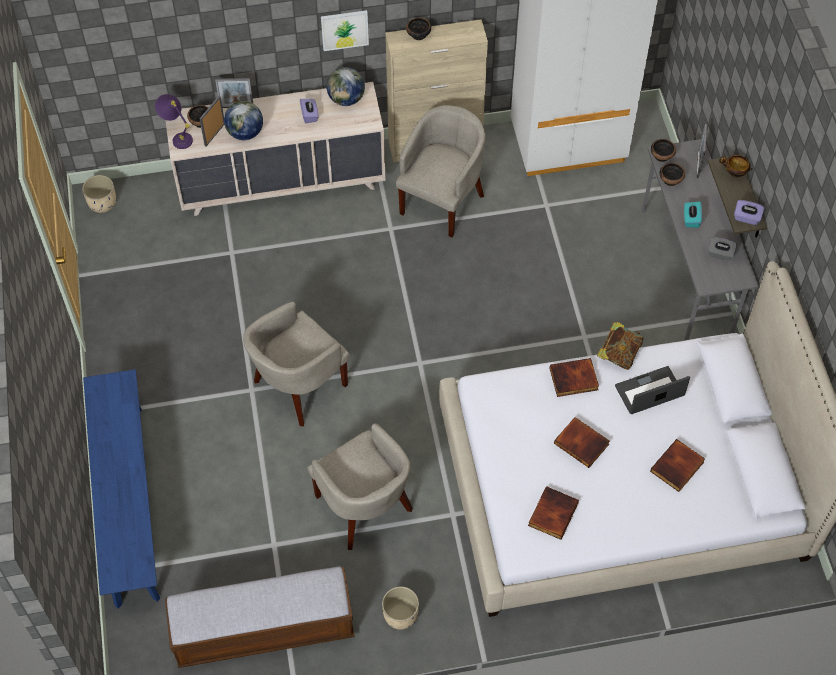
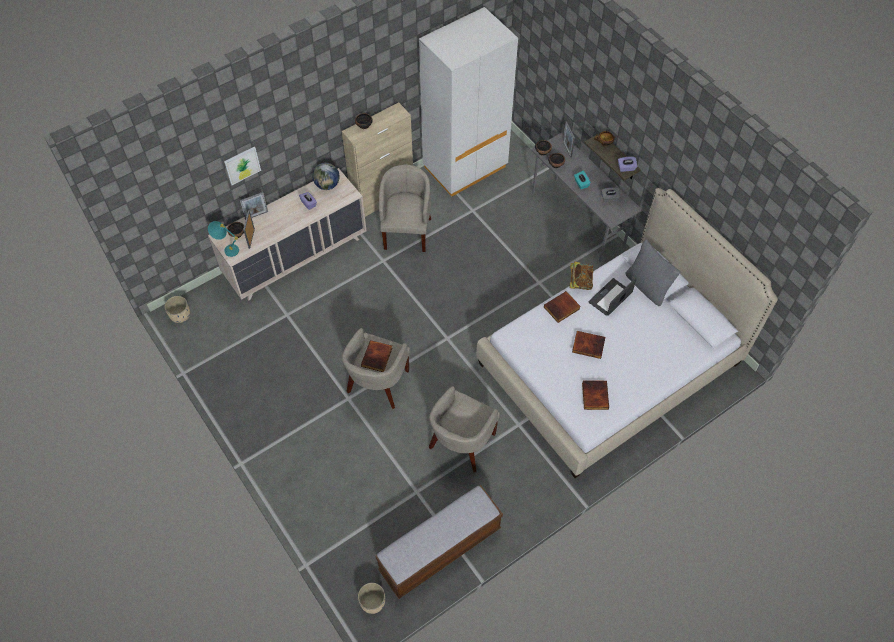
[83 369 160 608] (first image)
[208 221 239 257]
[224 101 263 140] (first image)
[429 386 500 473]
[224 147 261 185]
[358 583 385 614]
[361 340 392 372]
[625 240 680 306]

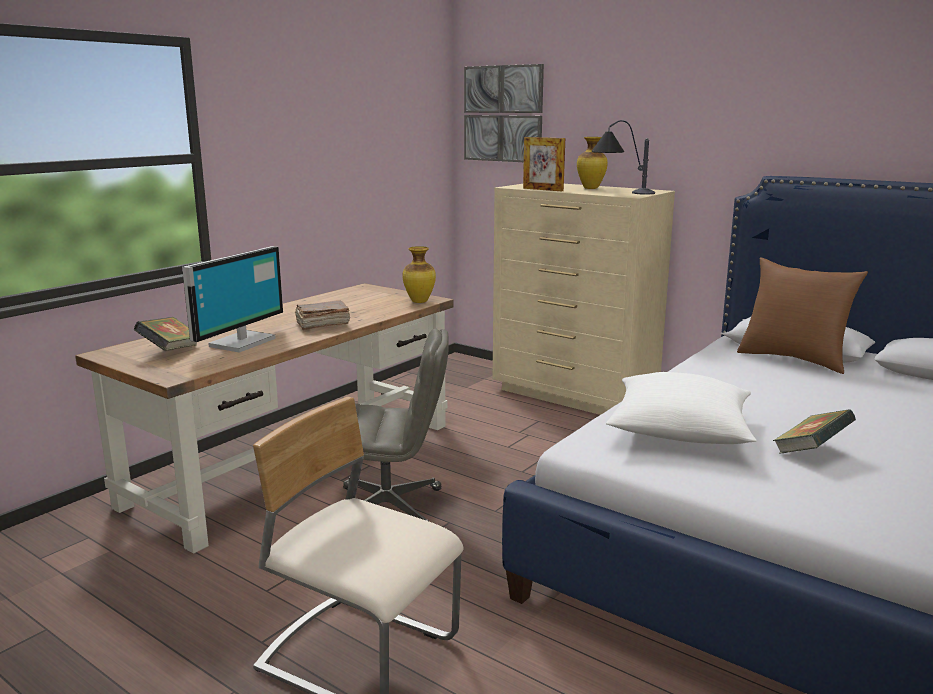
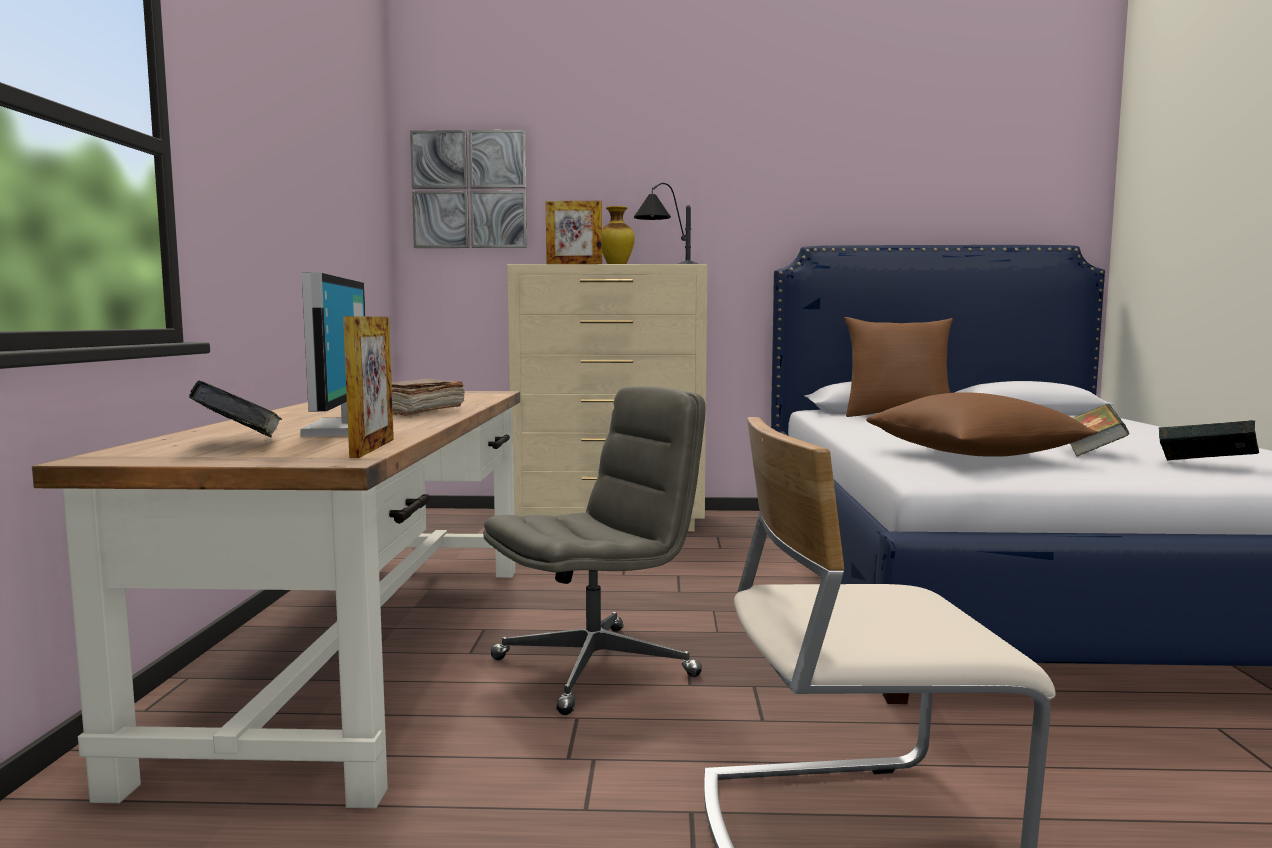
[402 246 436 303] (first image)
[866 392 1098 457]
[343 316 394 458]
[1159 420 1259 461]

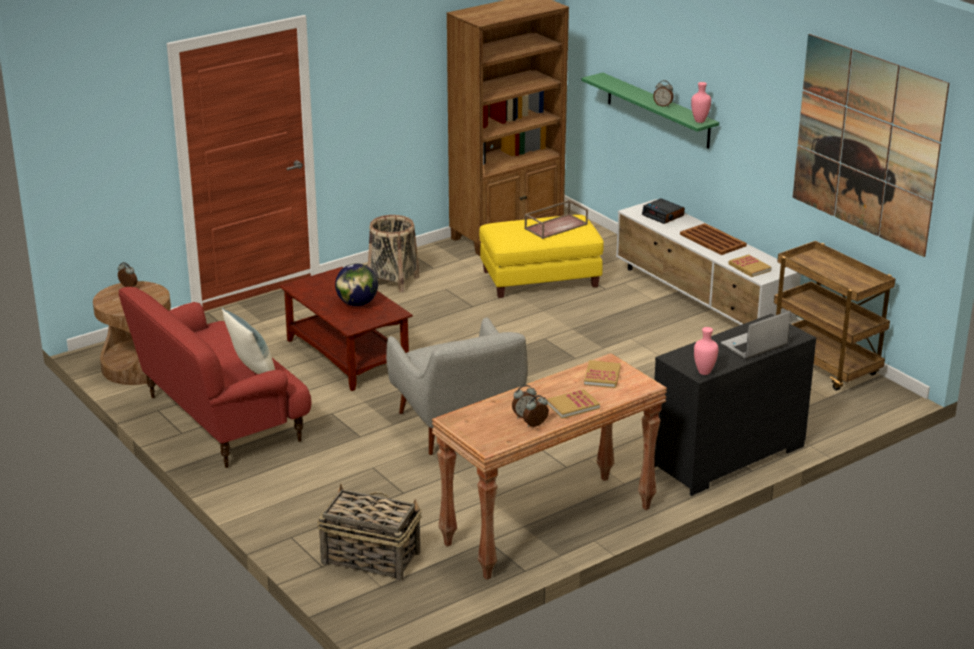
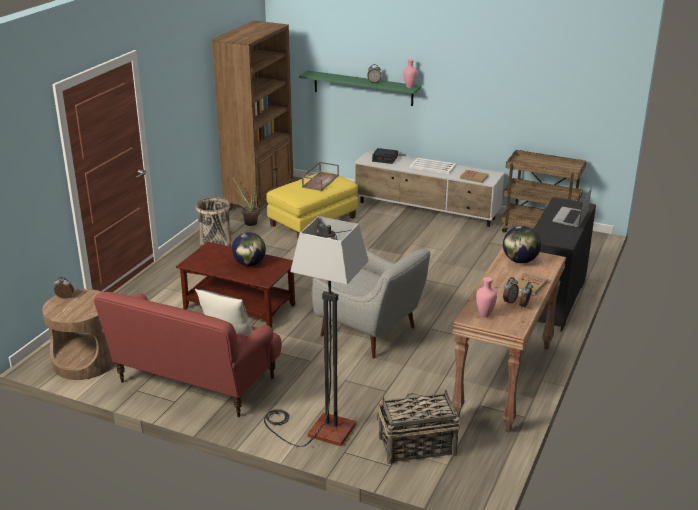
[503 226 541 263]
[409 158 456 174]
[476 277 497 317]
[793 34 949 257] (first image)
[232 177 259 226]
[264 216 369 447]

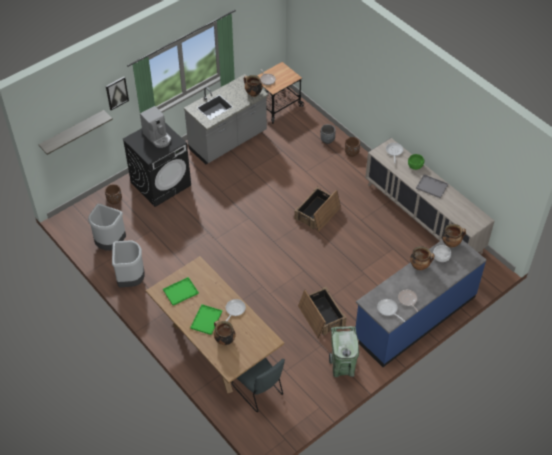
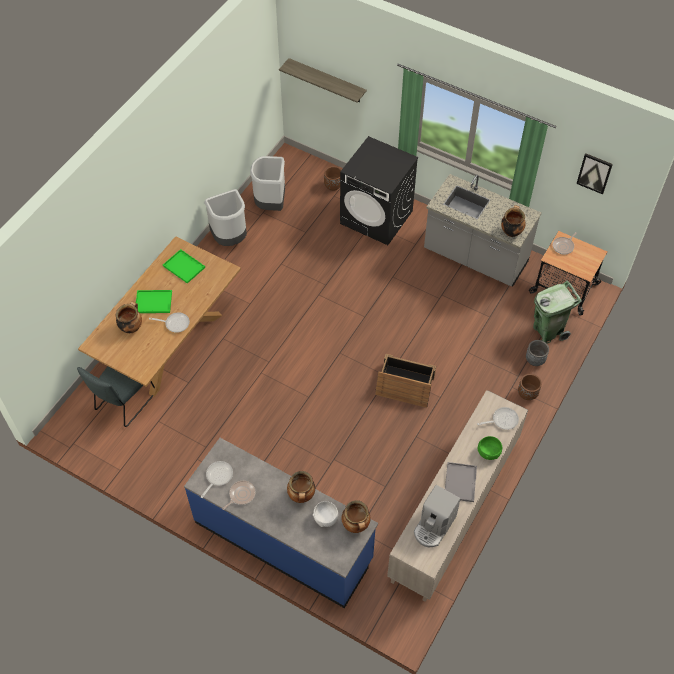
[576 153 613 194]
[414 485 461 547]
[298 287 347 338] (first image)
[533 280 582 344]

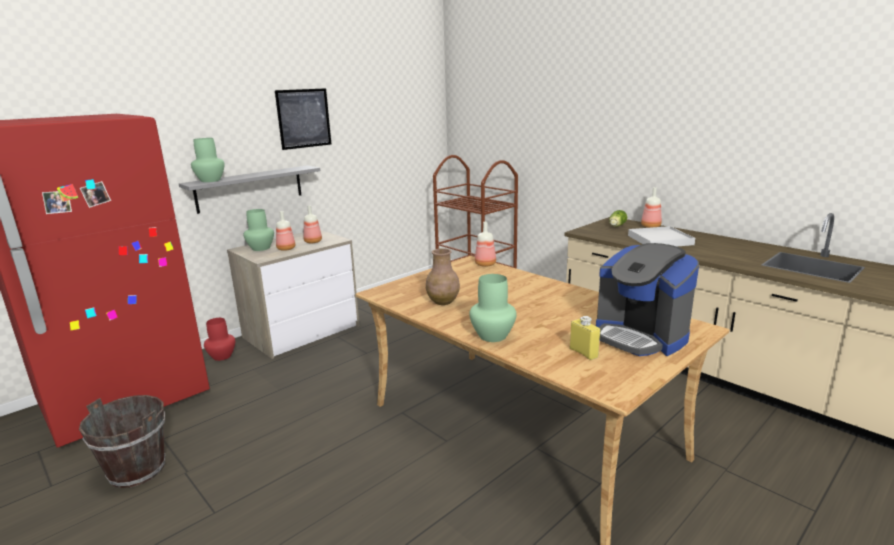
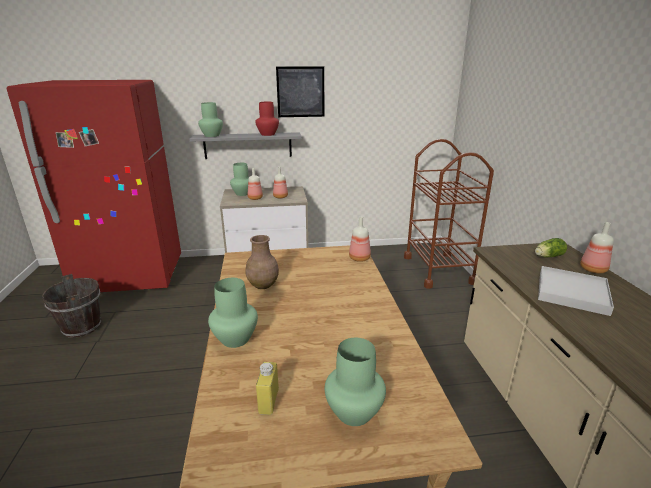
[255 102 279 136]
[325 338 386 426]

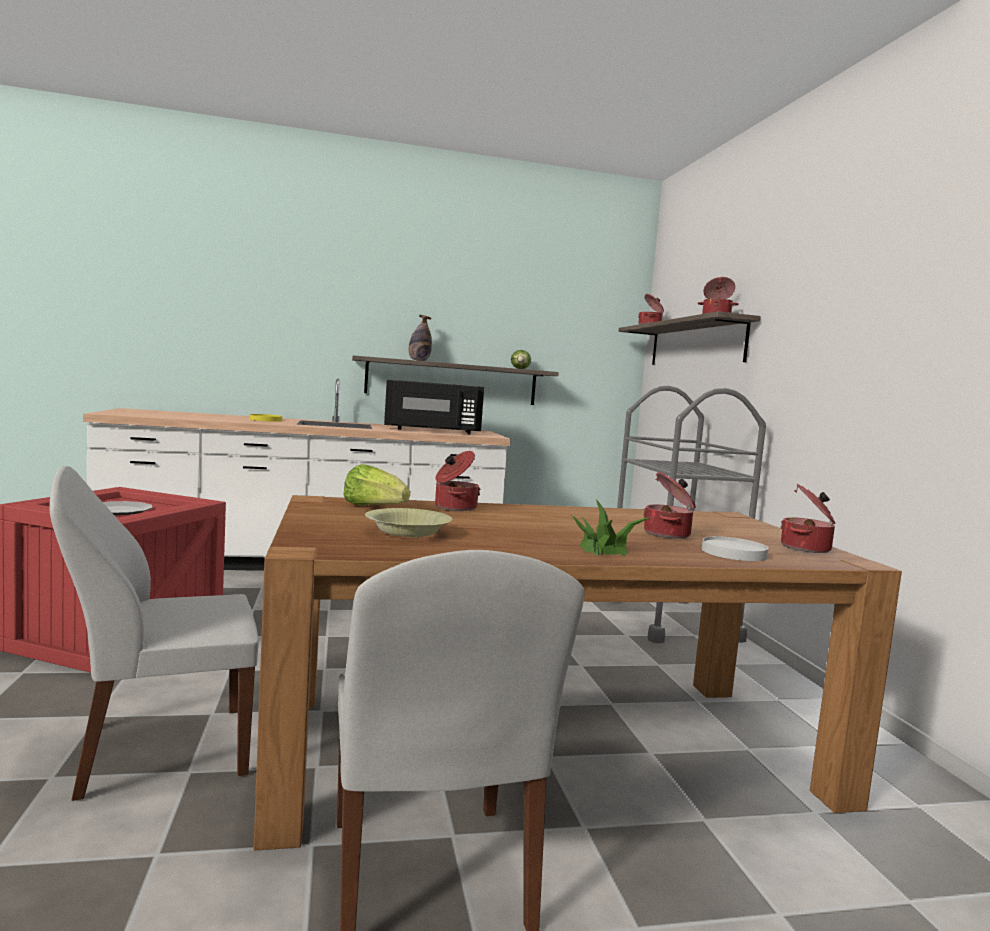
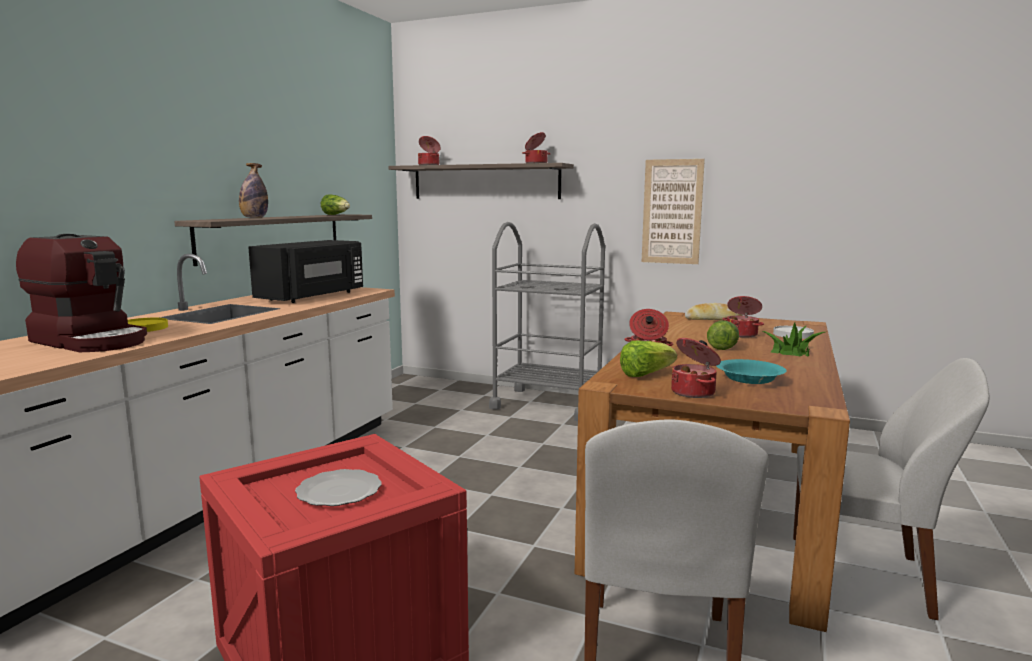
[717 359 786 384]
[671 338 721 398]
[16 234 147 352]
[642 159 705 264]
[685 303 743 321]
[707 320 739 350]

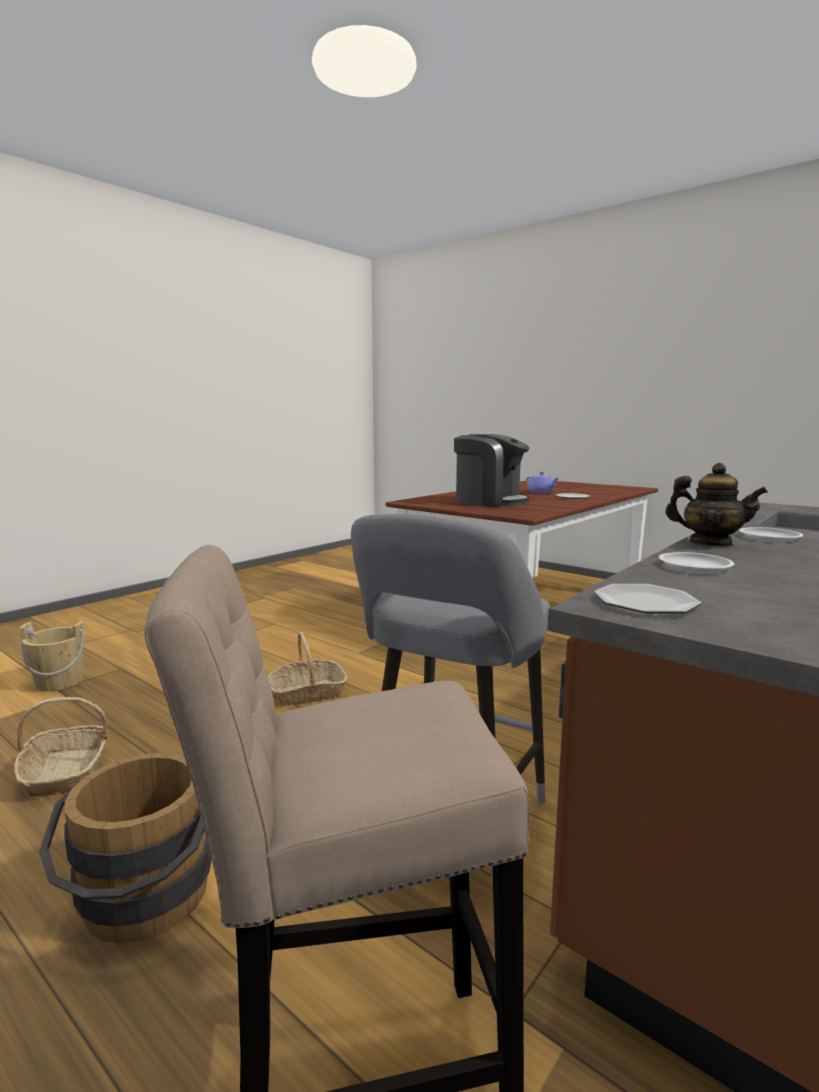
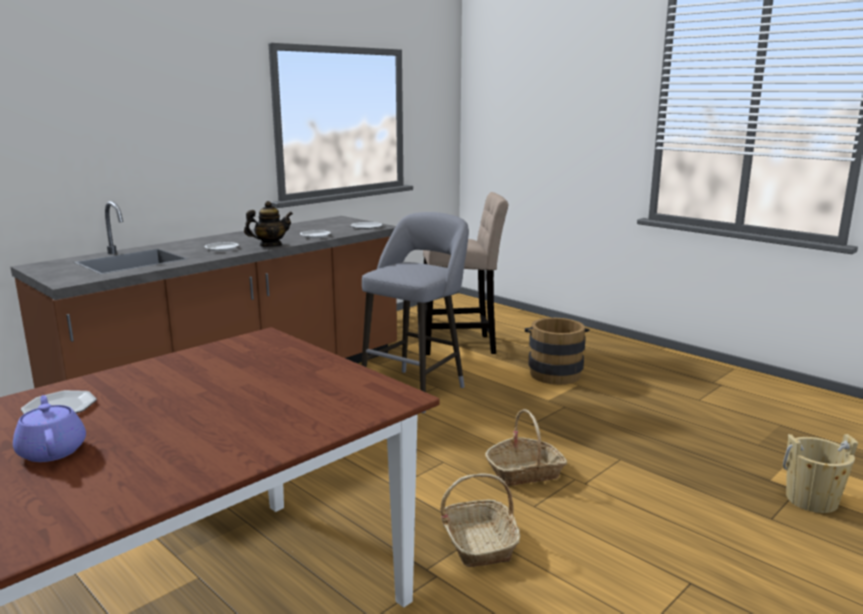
[440 473 520 567]
[454 434 530 507] (first image)
[244 201 293 247]

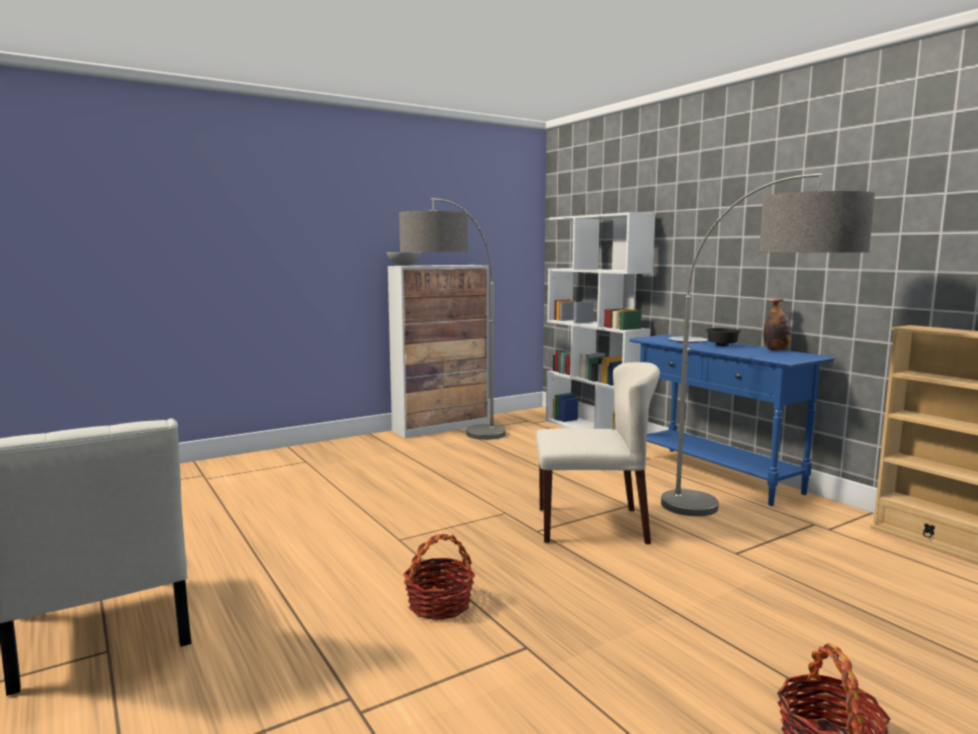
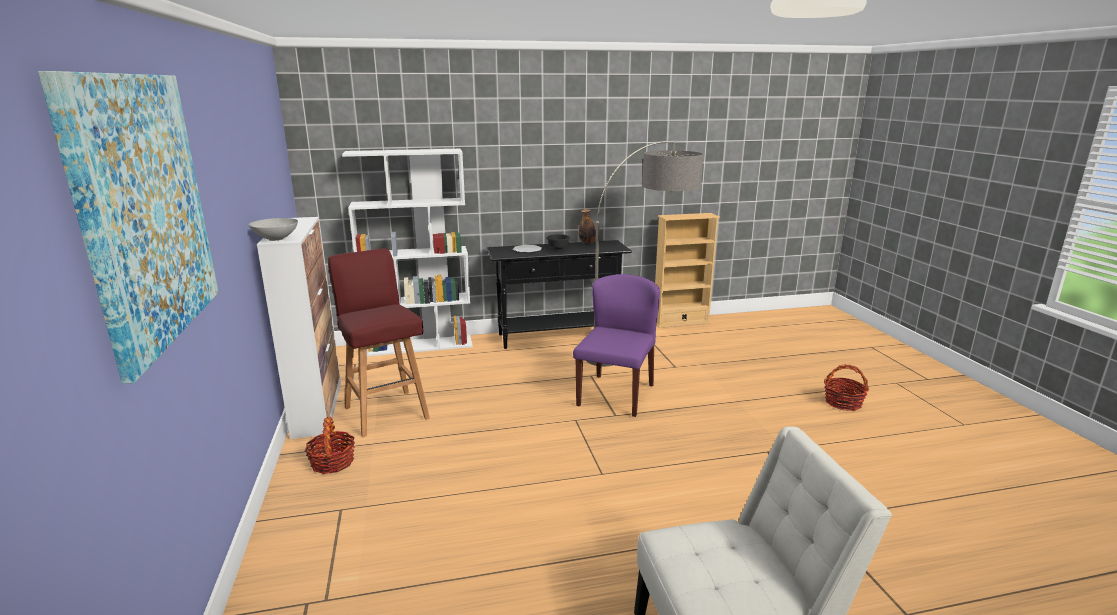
[328 249 430 437]
[305 416 355 474]
[573 274 660 417]
[486 240 632 349]
[38 71 219 384]

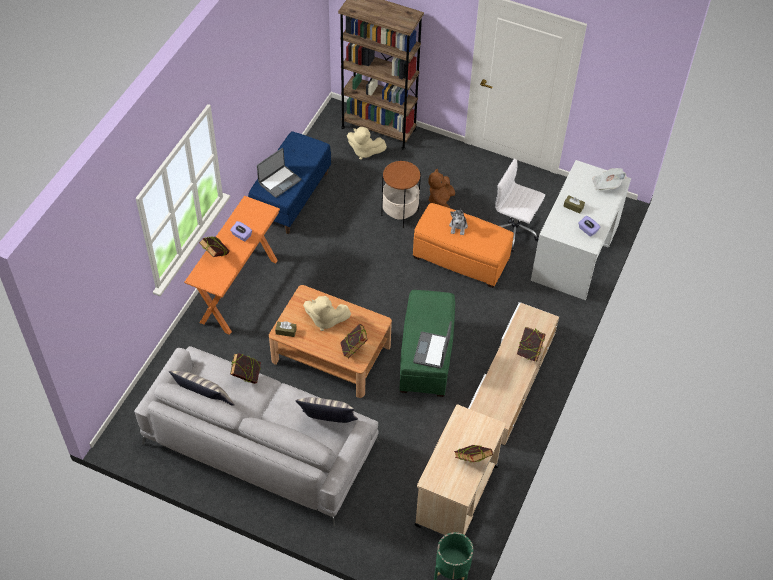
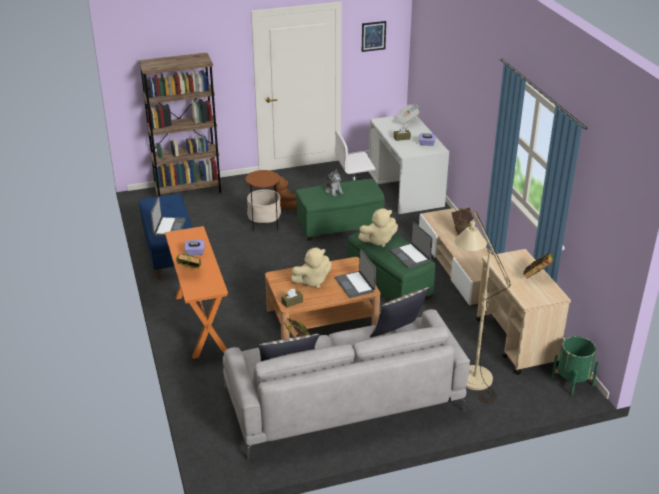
[335 249 376 298]
[358 208 398 247]
[296 179 385 241]
[362 21 386 52]
[454 211 511 403]

